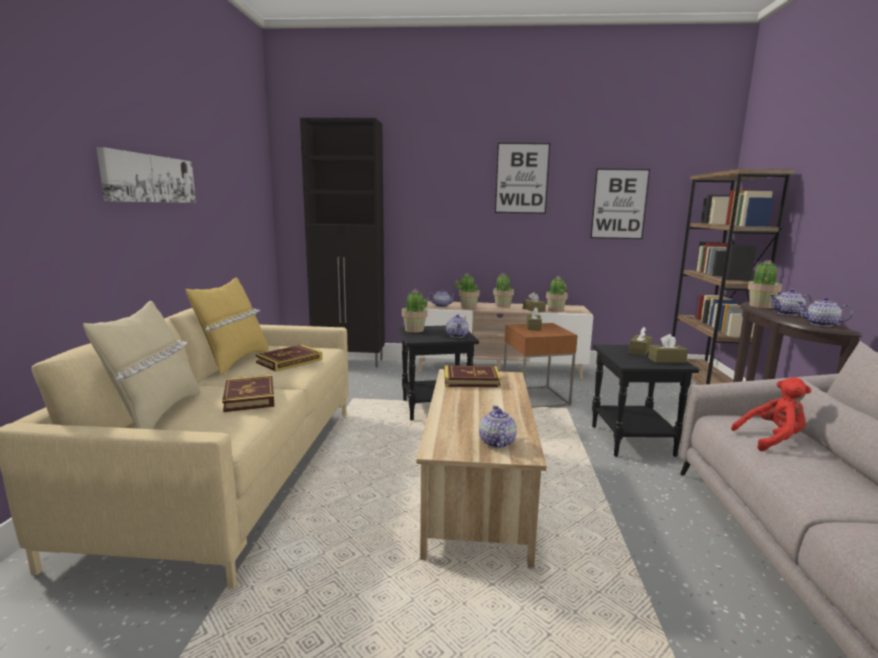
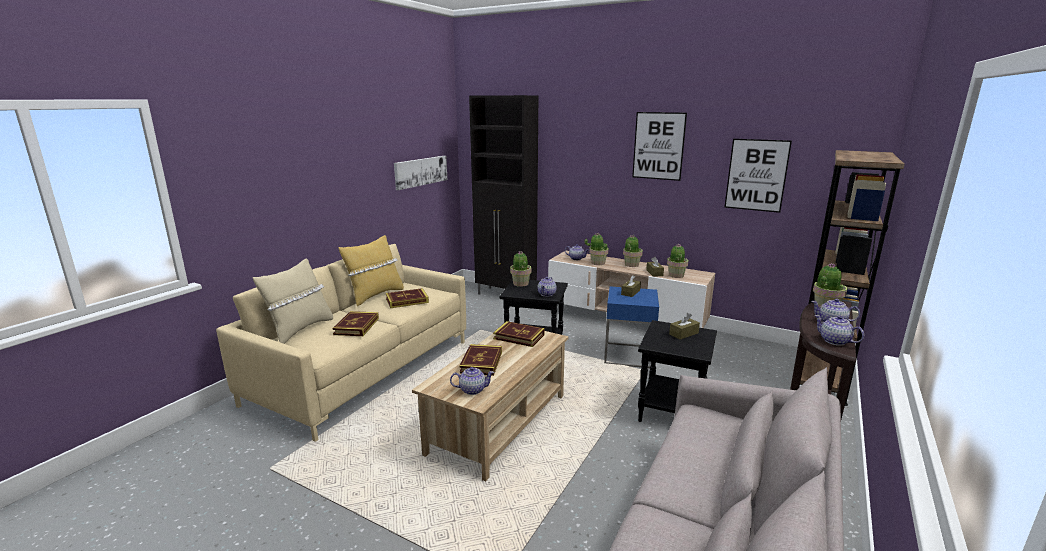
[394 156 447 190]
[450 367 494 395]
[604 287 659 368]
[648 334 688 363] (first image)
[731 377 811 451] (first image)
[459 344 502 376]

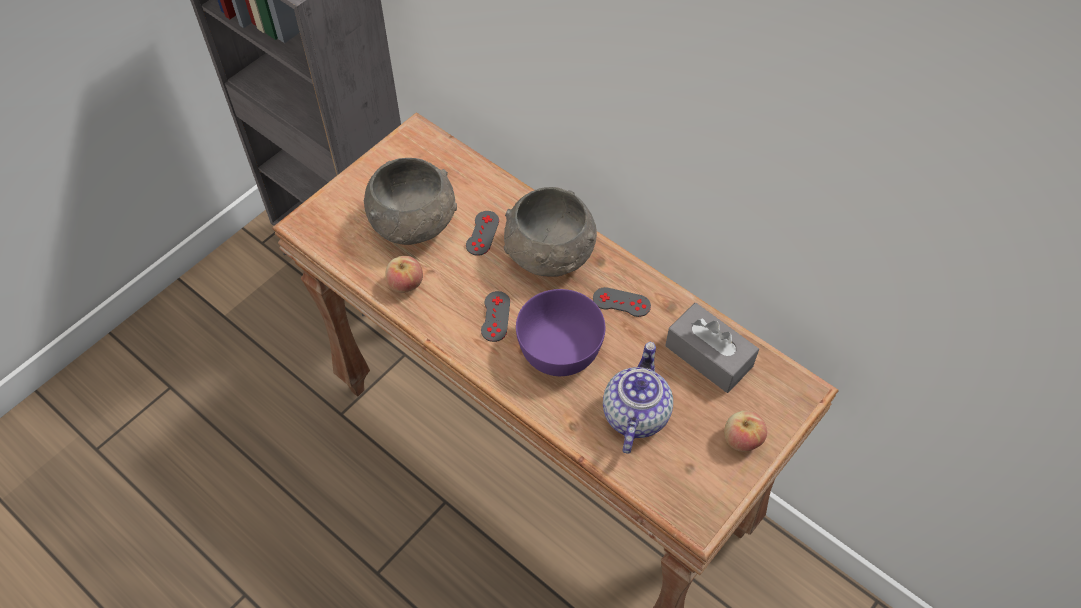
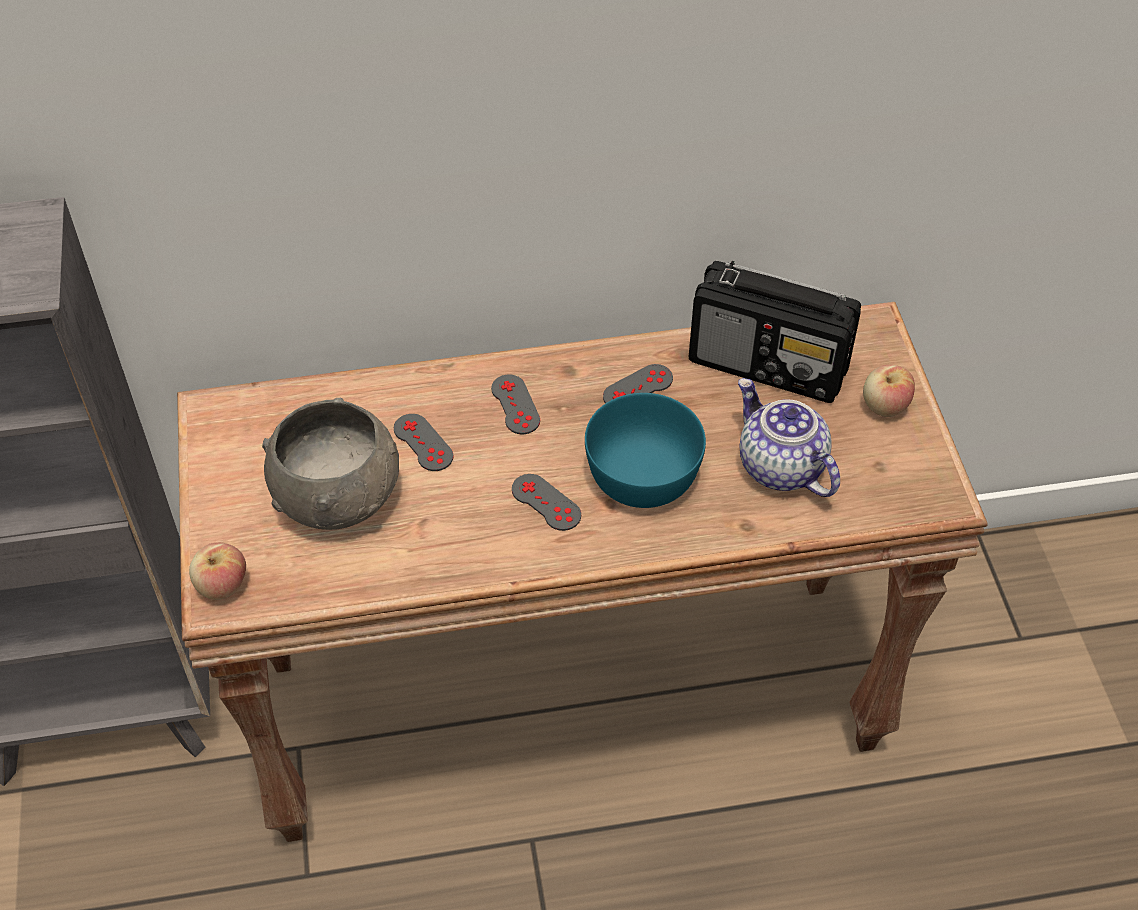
[189 543 246 600]
[491 375 540 434]
[585 393 706 508]
[689 261 861 403]

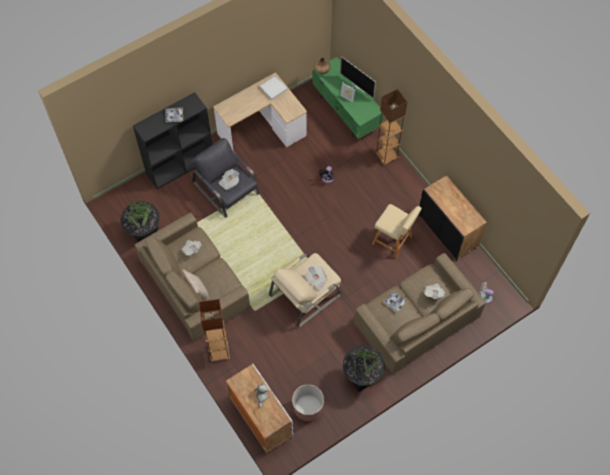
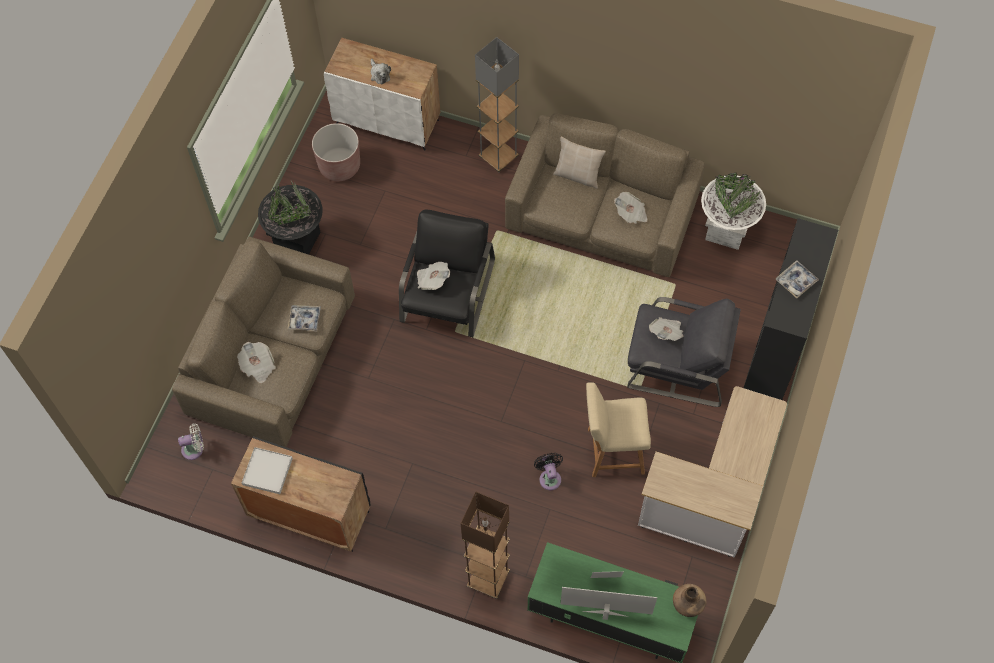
[701 173 766 250]
[475 37 519 173]
[242 447 293 494]
[399 210 495 337]
[586 382 651 477]

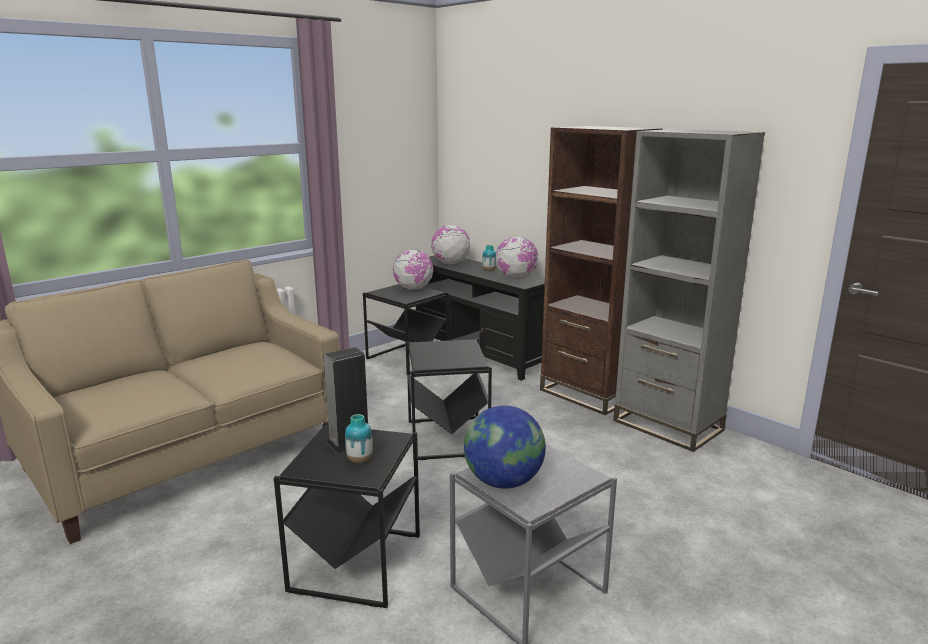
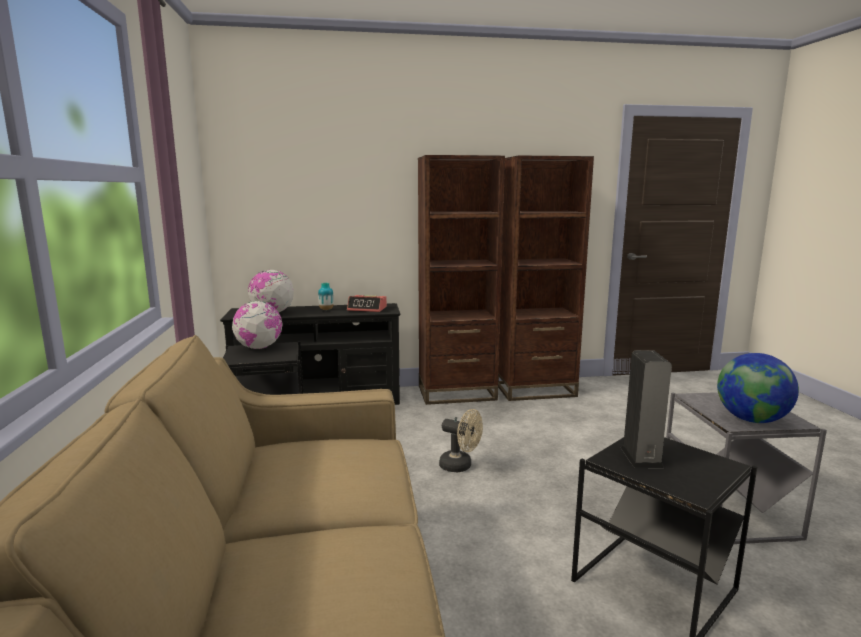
[345 414 373 463] (first image)
[439 409 483 473]
[347 295 387 312]
[498 156 594 401]

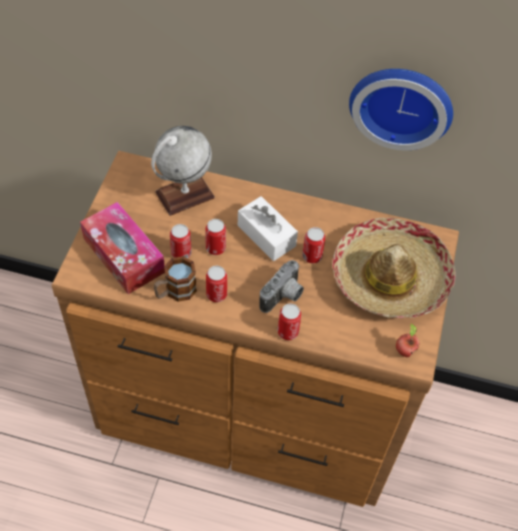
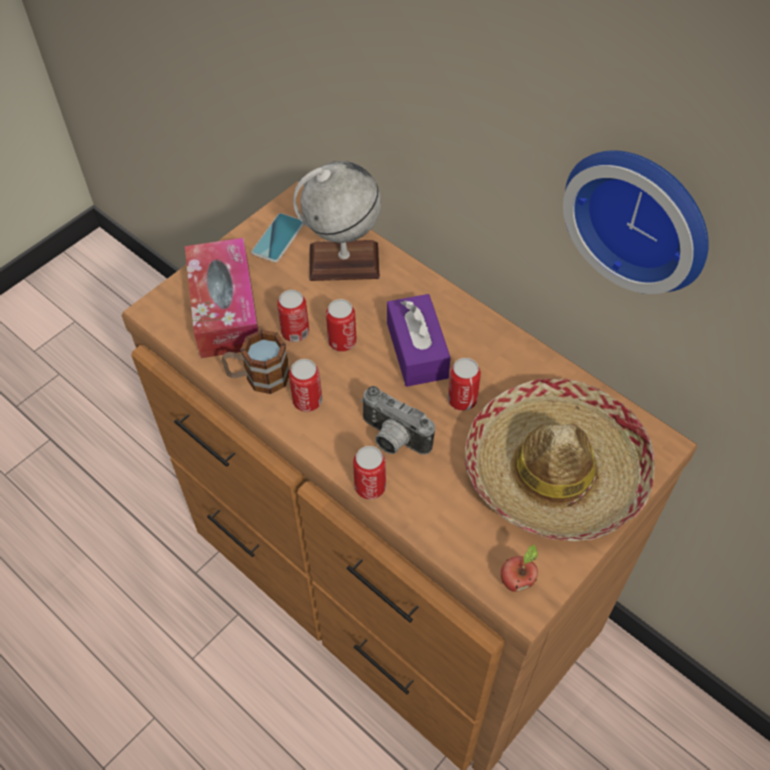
[387 294 451 387]
[360 386 435 455]
[251 213 304 263]

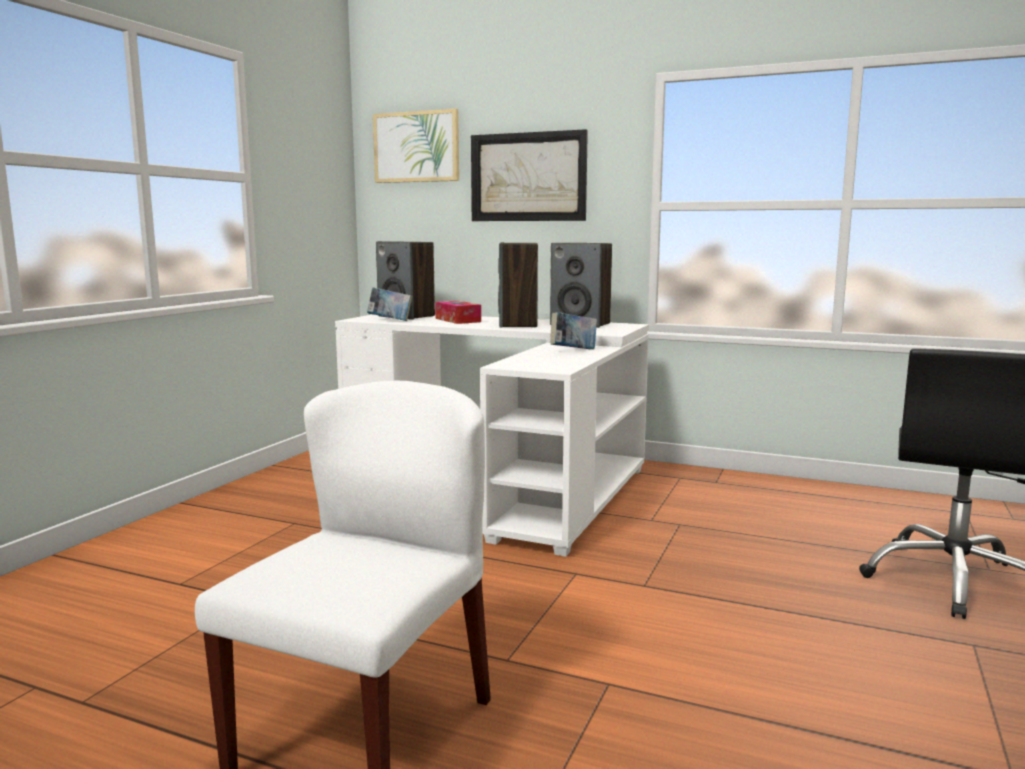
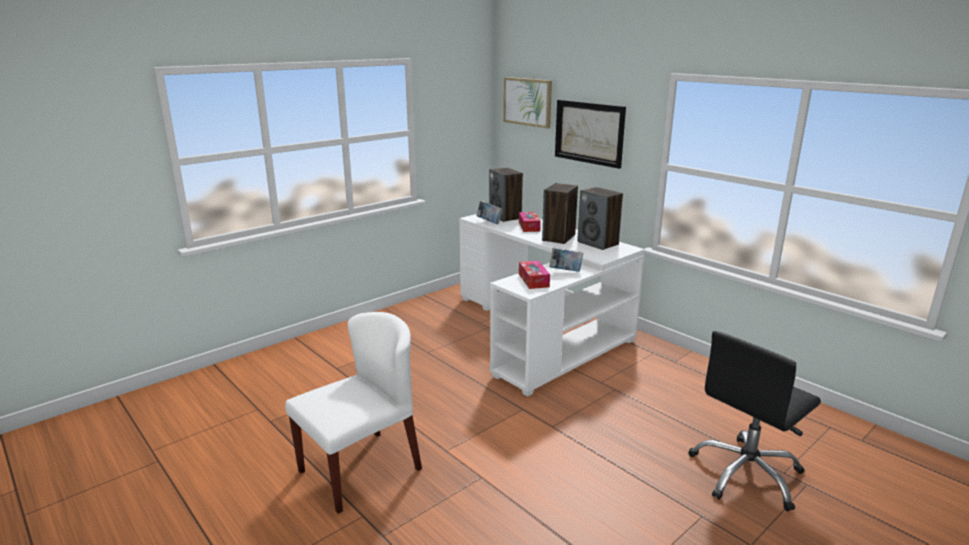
[519 261 550 289]

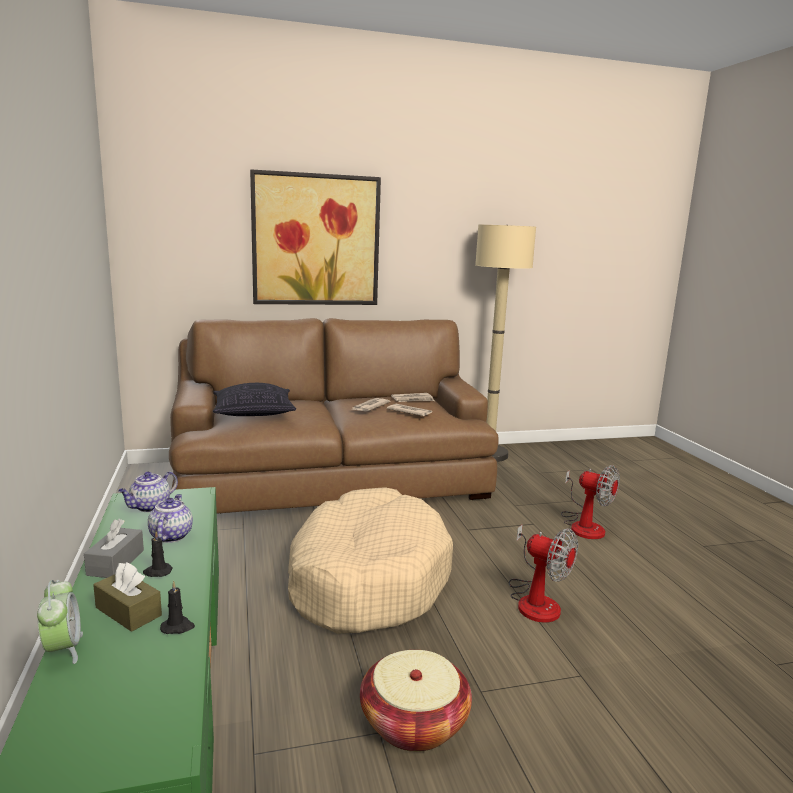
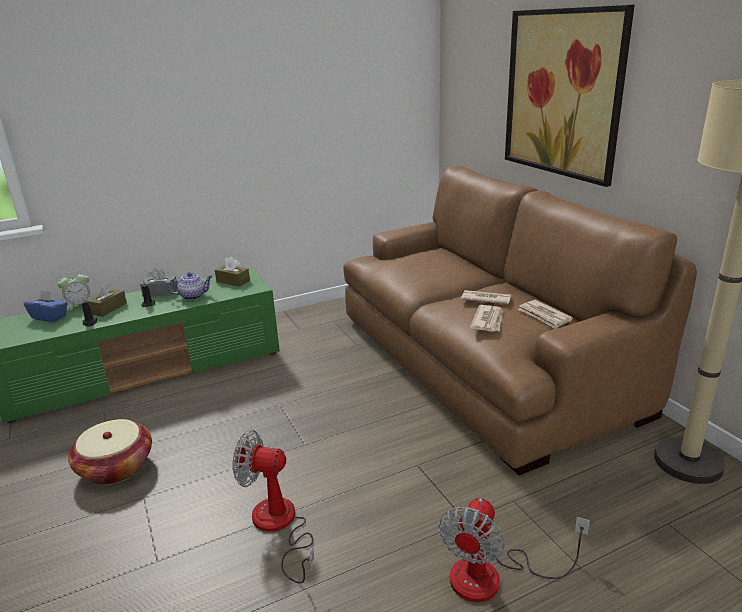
[215 257 250 287]
[213 383 296 416] (first image)
[288 487 453 634] (first image)
[233 430 315 584]
[24 290 68 322]

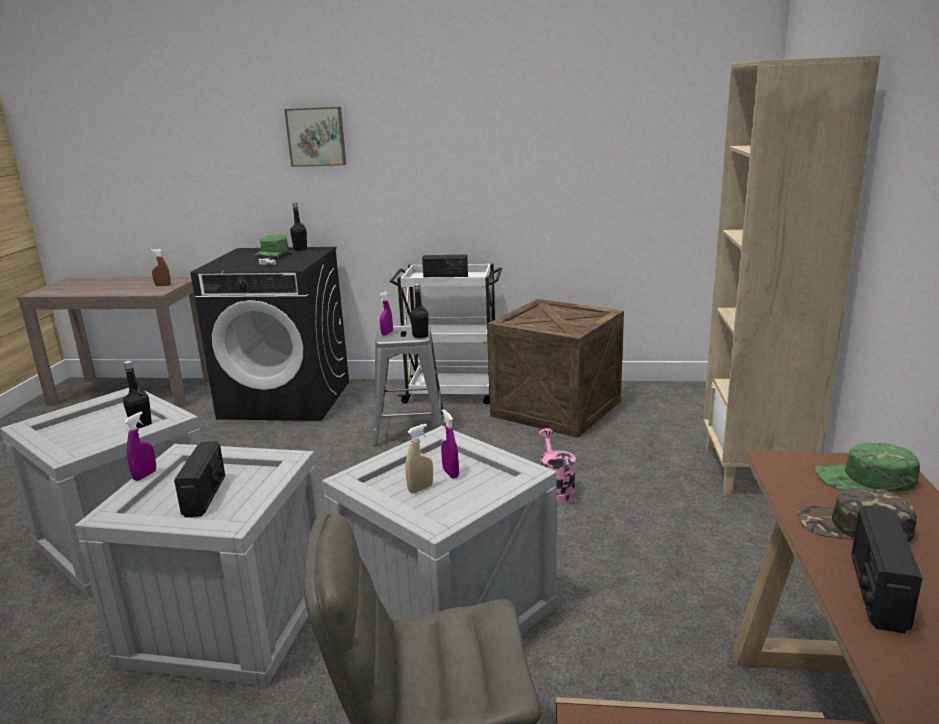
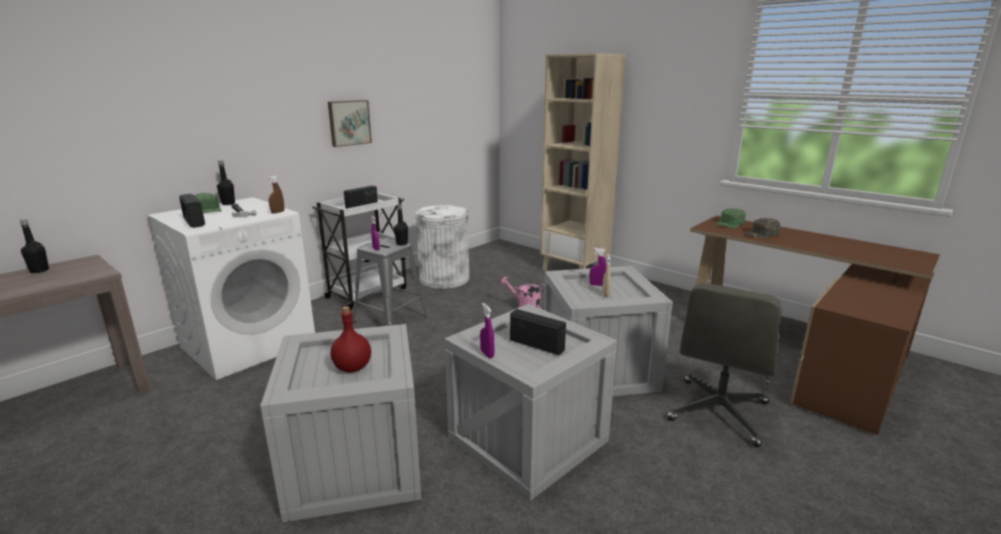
[20 219 49 273]
[267 175 284 214]
[148 197 315 380]
[328 100 372 147]
[415 205 469 289]
[179 194 205 228]
[331 306 371 373]

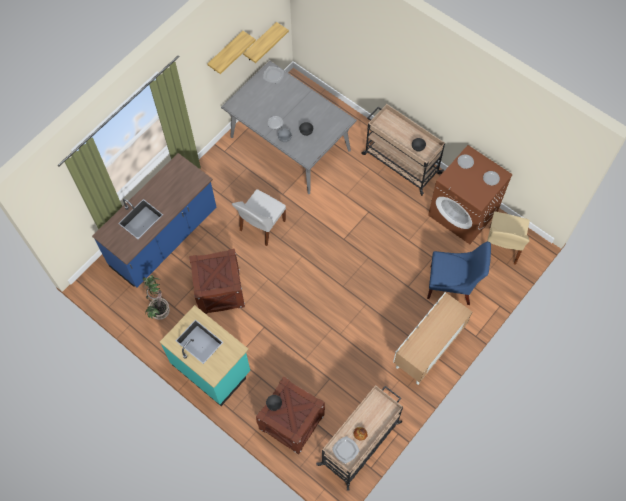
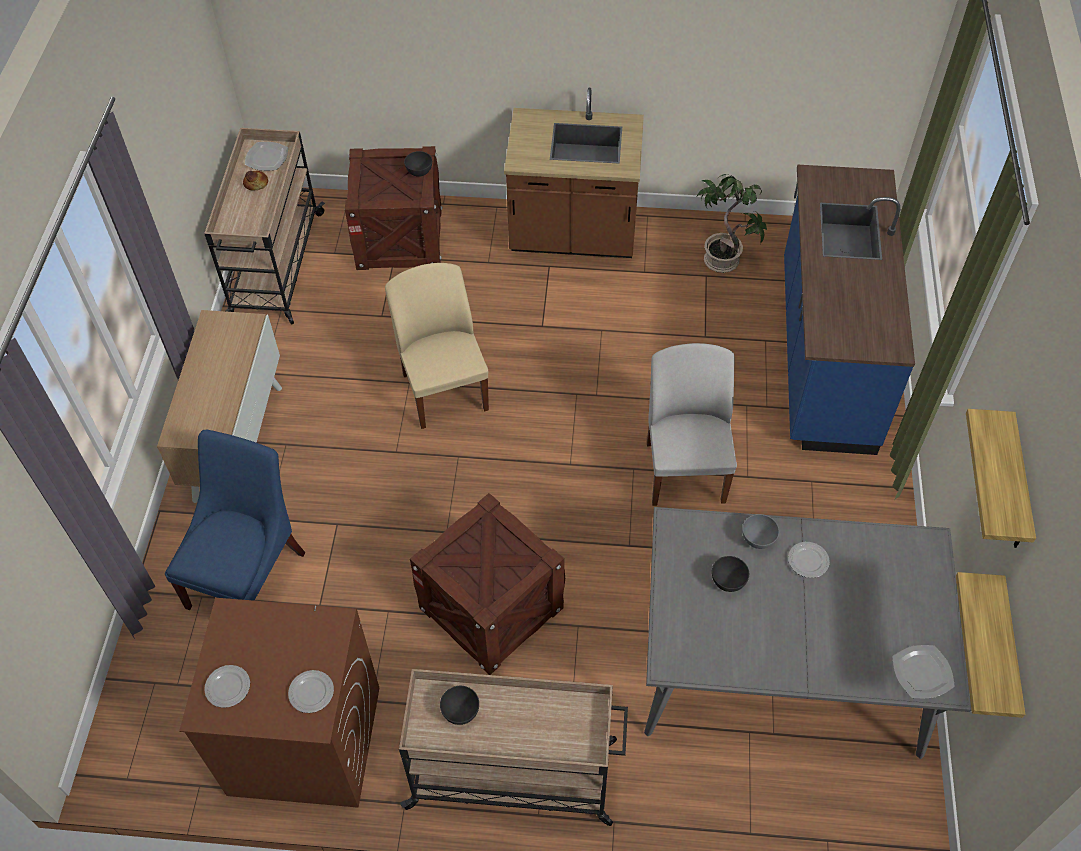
[504 88 644 258]
[410 493 565 675]
[165 430 305 610]
[385 263 489 429]

